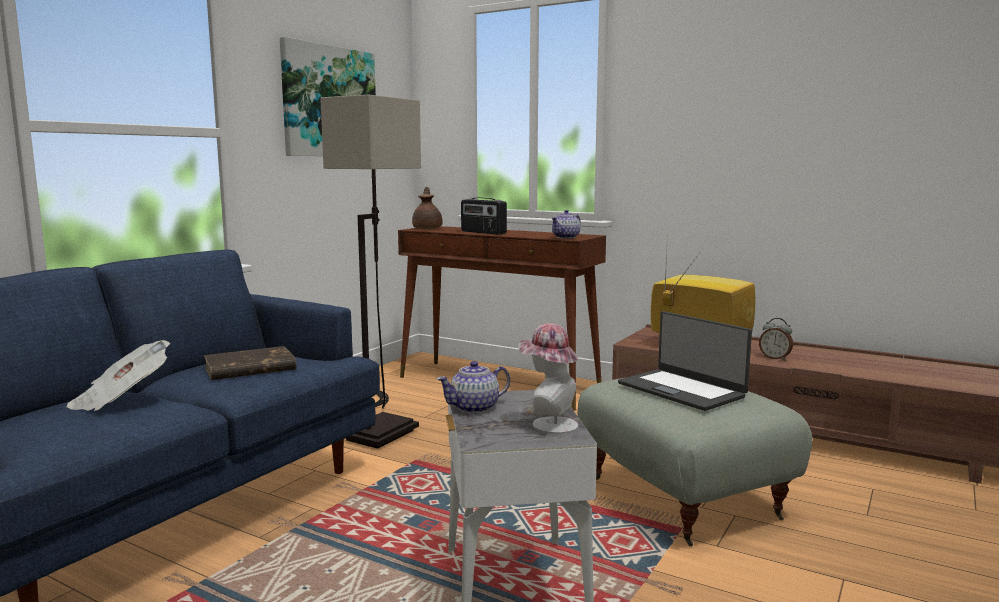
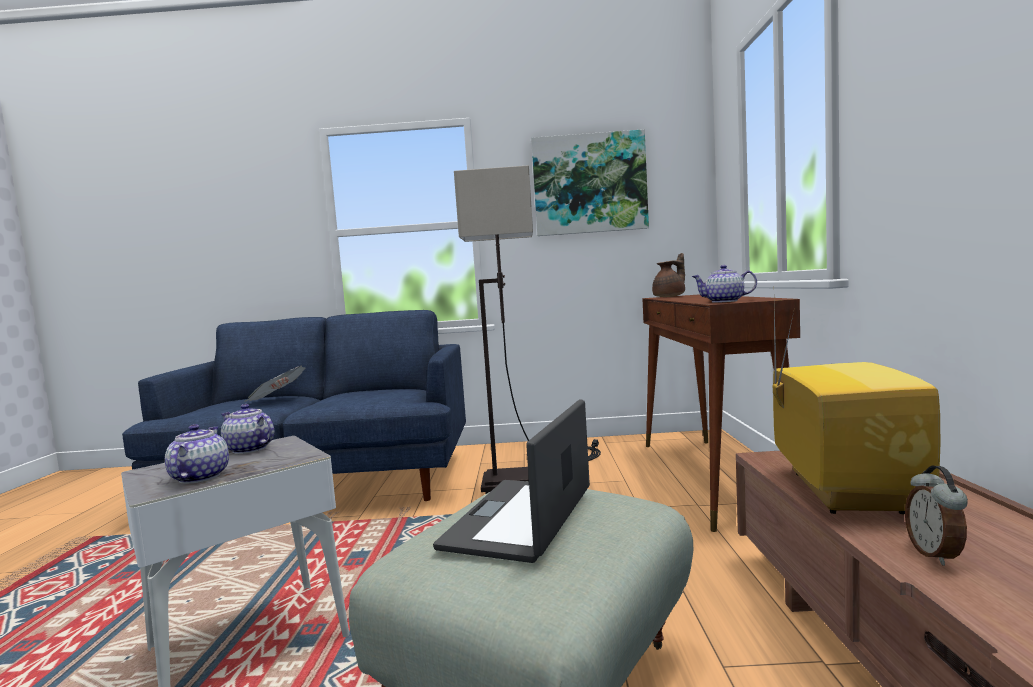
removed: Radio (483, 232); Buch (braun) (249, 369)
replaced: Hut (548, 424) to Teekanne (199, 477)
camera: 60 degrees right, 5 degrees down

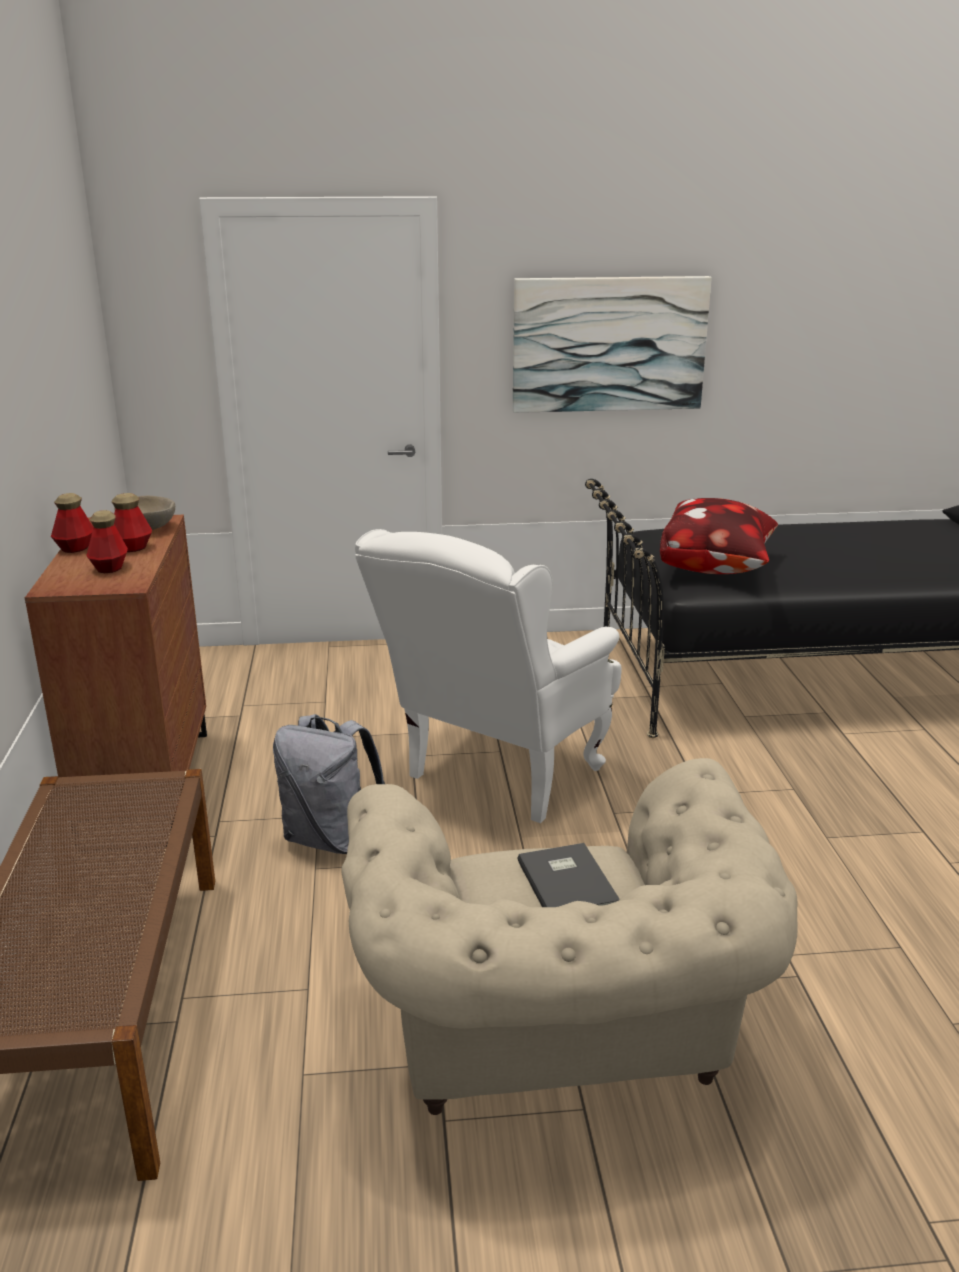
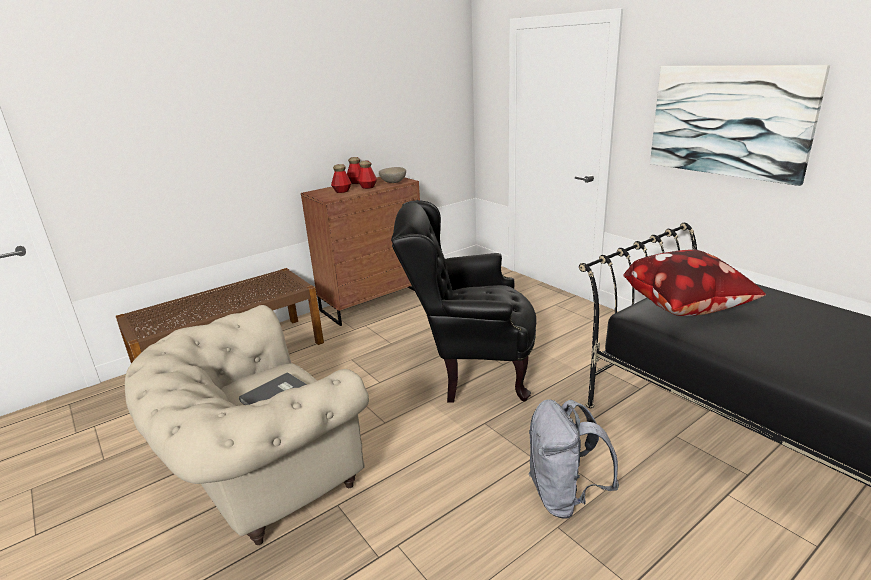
moved: Rucksack (grau) (330, 838) to (564, 496)
recoloured: Sessel (weiß) (493, 781) to Sessel (schwarz) (471, 373)
camera: 60 degrees right, 0 degrees up

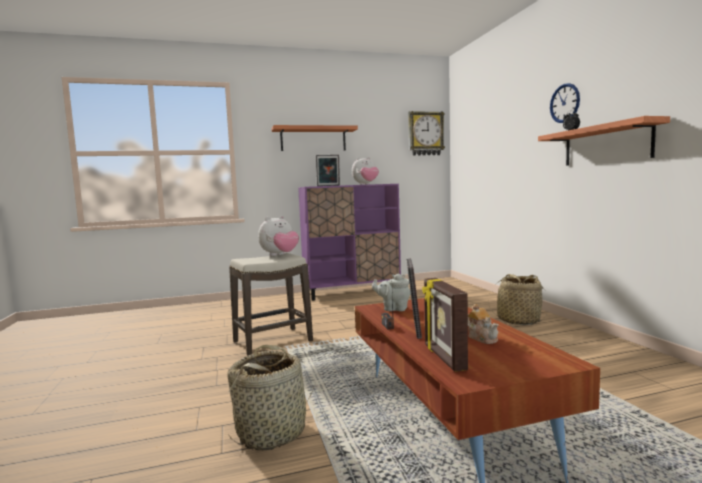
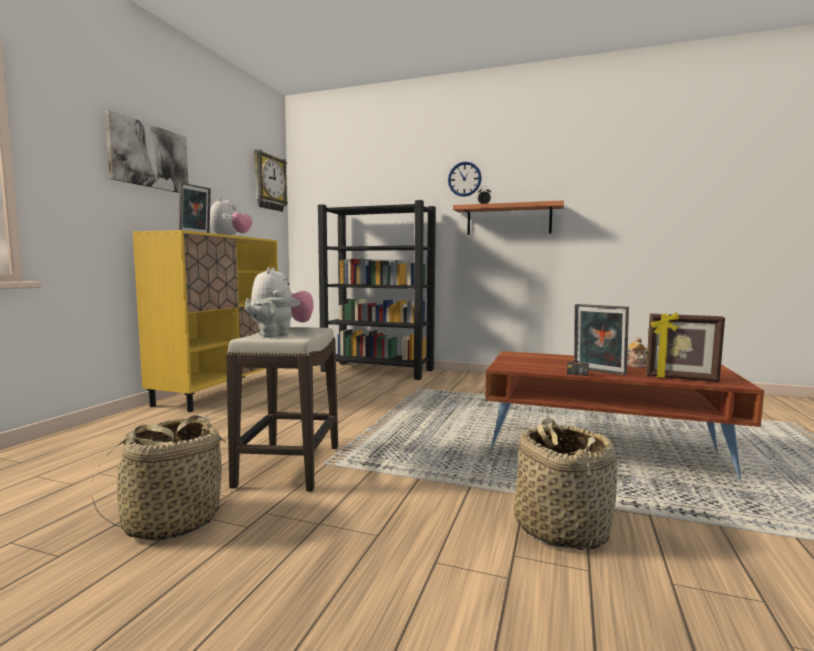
added: Bücherregal (schwarz) (378, 370)
moved: Teekanne (grau) (393, 309) to (271, 335); Korb (518, 320) to (172, 521)
replaced: Wandregal (313, 139) to Bild (148, 156)
recoloured: Schrank (lila) (352, 292) to Schrank (gelb) (220, 391)
camera: 55 degrees left, 0 degrees up

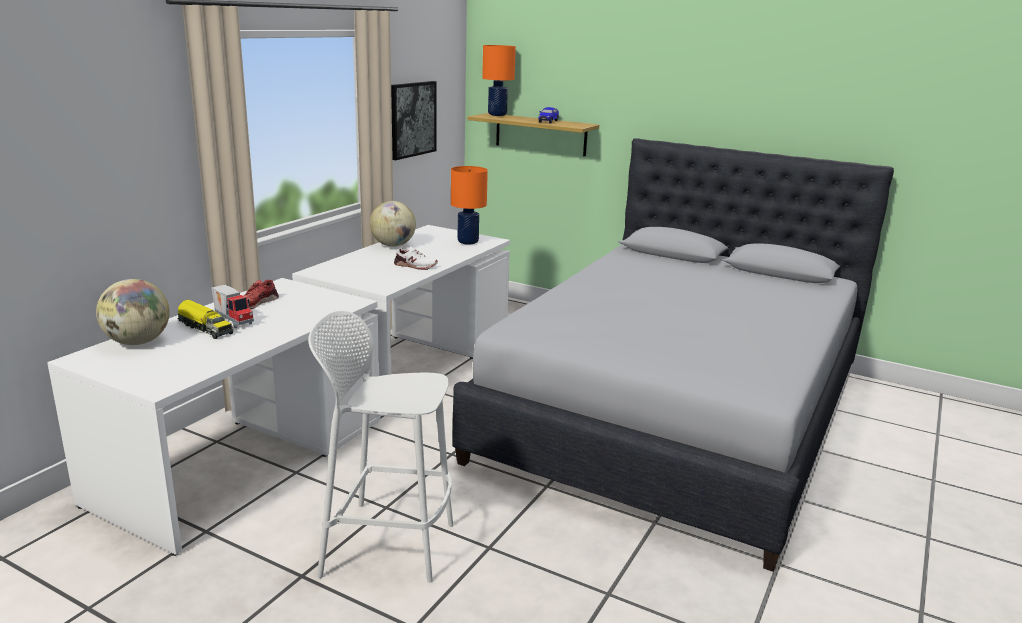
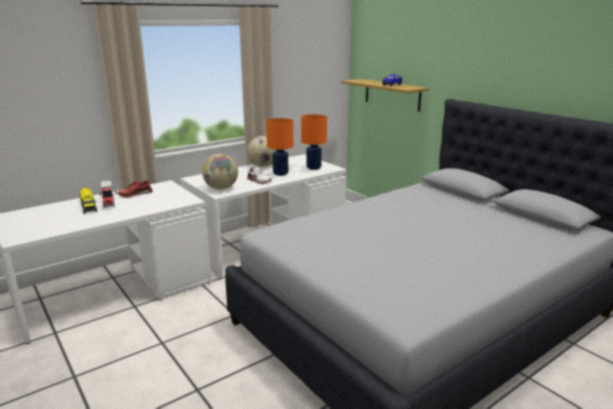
removed: Bild (412, 119); Hocker (weiß) (386, 544)
moved: Tischlampe (orange) (497, 115) to (281, 174); Globus (137, 342) to (221, 188)
camera: 25 degrees right, 0 degrees up

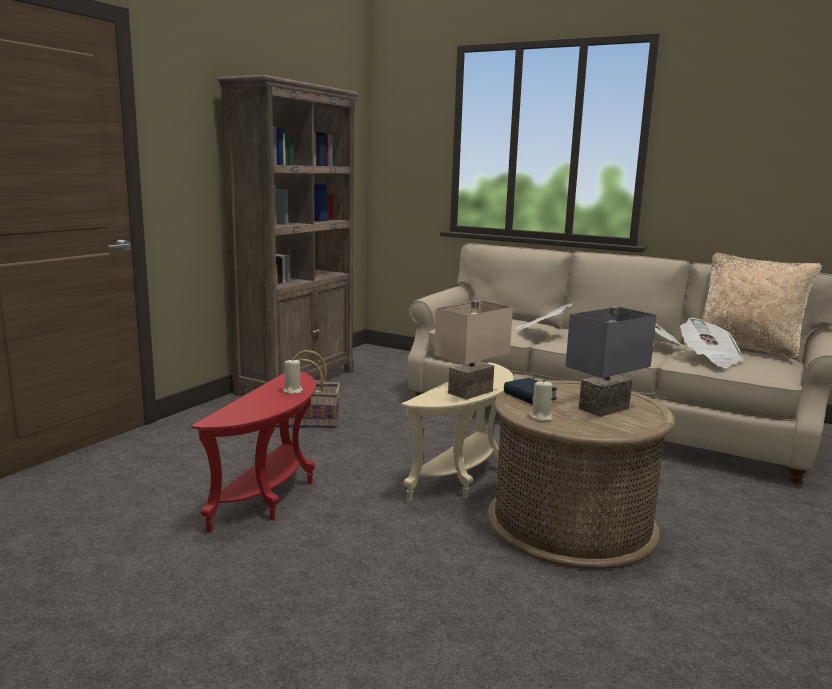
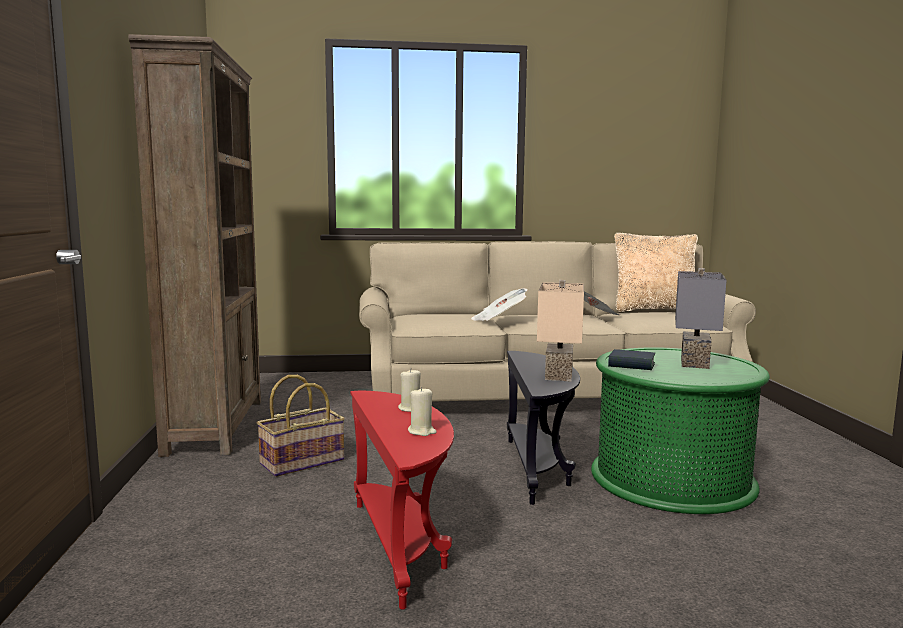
removed: Zeitung (709, 359)
moved: Kerze (beige) (541, 417) to (421, 431)
recoloured: Beistelltisch (beige) (465, 477) to Beistelltisch (schwarz) (538, 469); Couchtisch (braun) (571, 523) to Couchtisch (grün) (672, 478)
camera: 35 degrees left, 5 degrees down

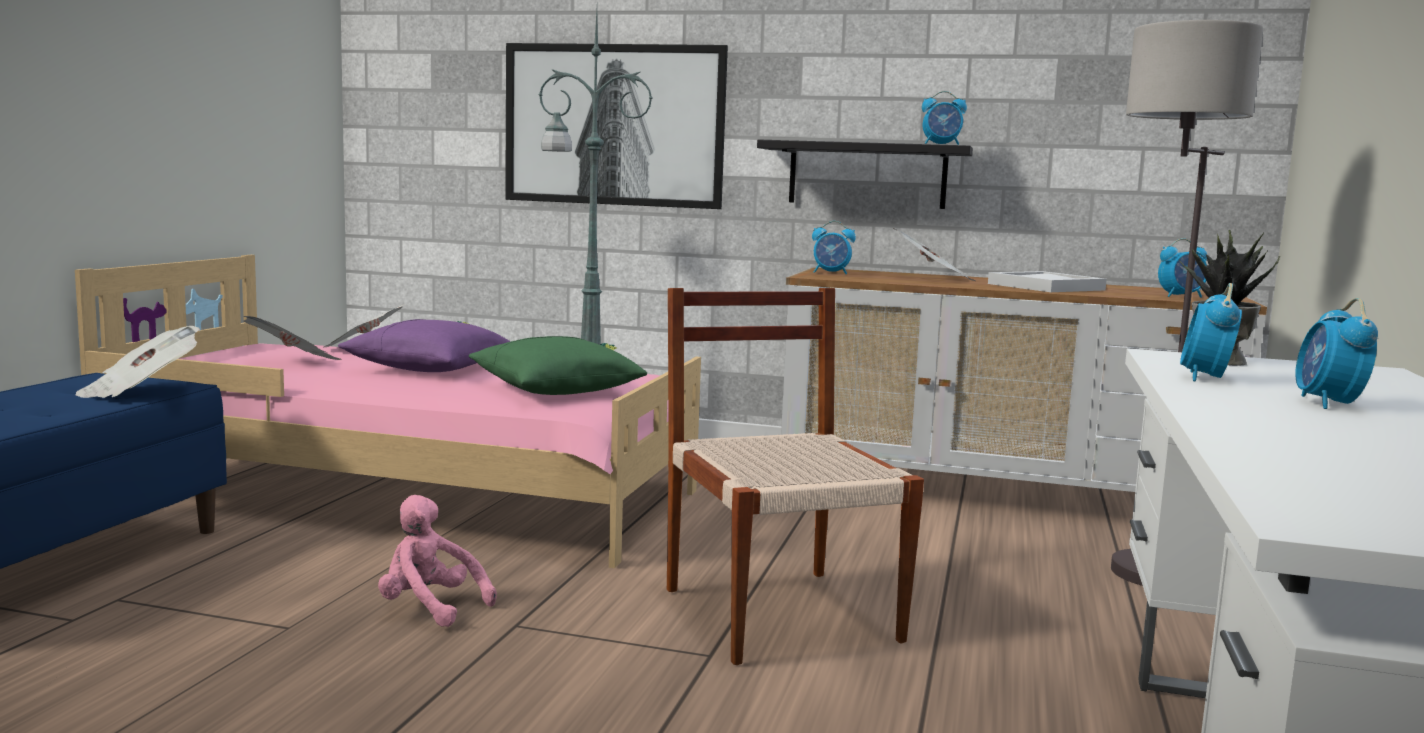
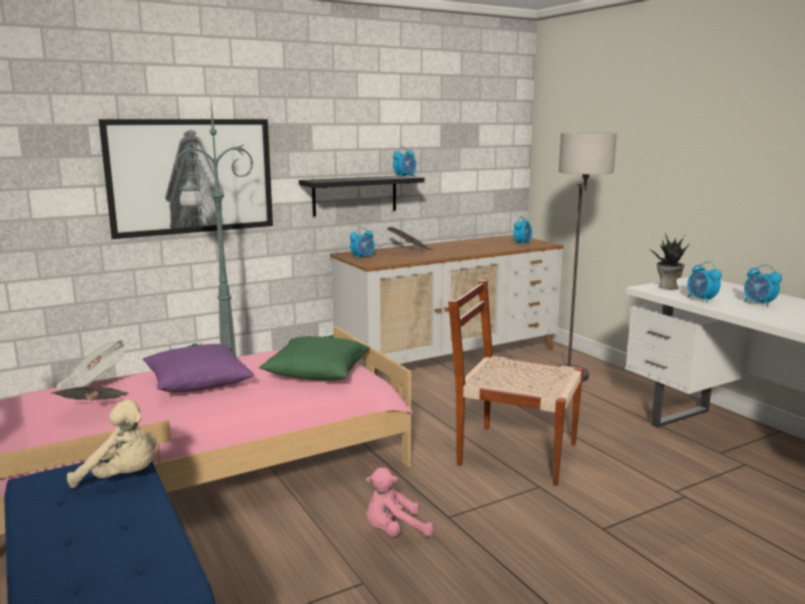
removed: Tablett (weiß) (1046, 287)
replaced: Zeitung (140, 392) to Plüschtier (beige) (122, 478)
camera: 45 degrees left, 5 degrees up

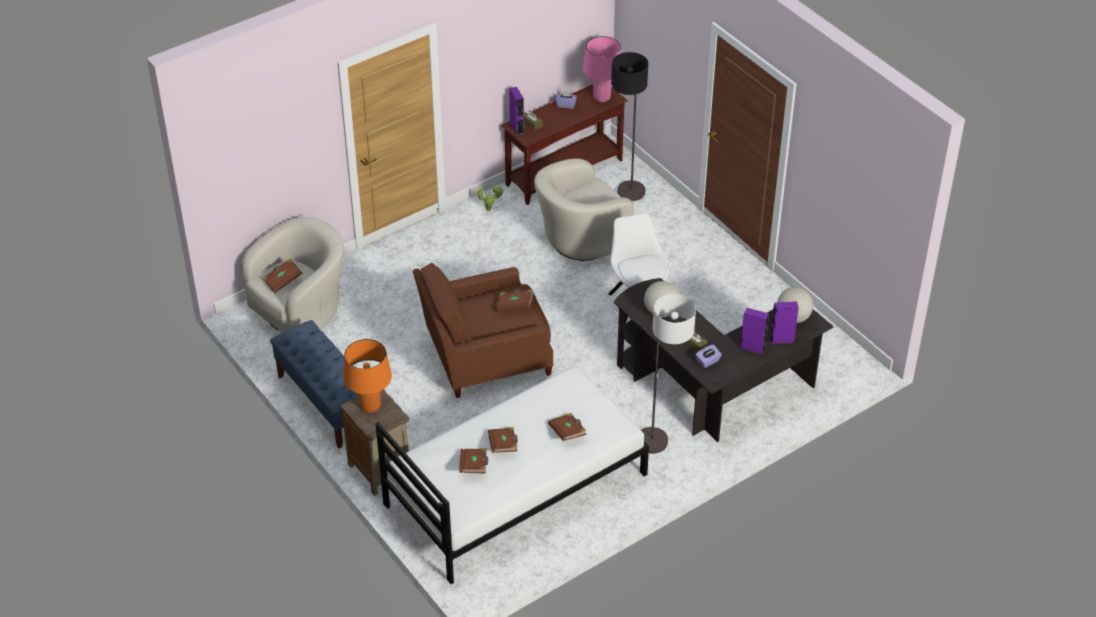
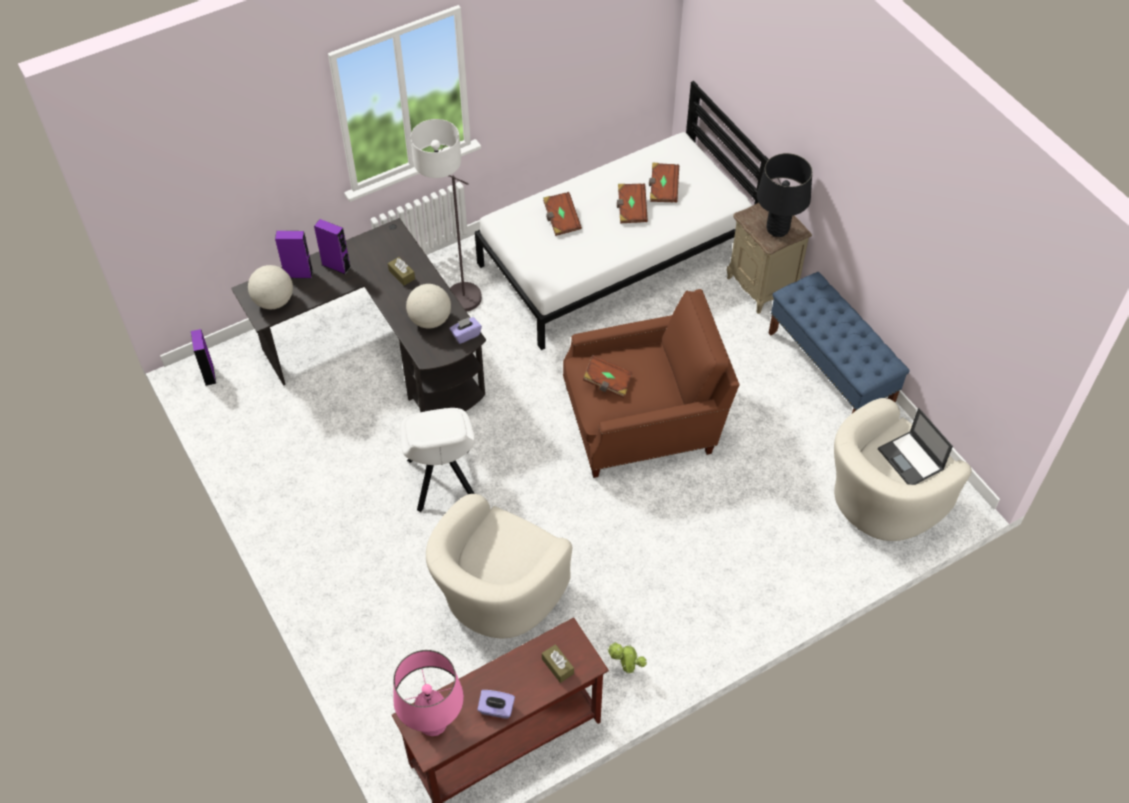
removed: Stehlampe (schwarz) (627, 196)
moved: Lautsprecher (lila) (516, 127) to (209, 374); Taschentuchbox (lila) (708, 361) to (466, 335)
replaced: Buch (braun) (282, 281) to Laptop (911, 460)
recoloured: Tischlampe (orange) (370, 406) to Tischlampe (schwarz) (777, 229)
turned: Sessel (beige) (581, 240) = (499, 597) 150 degrees clockwise
camera: 175 degrees left, 10 degrees up

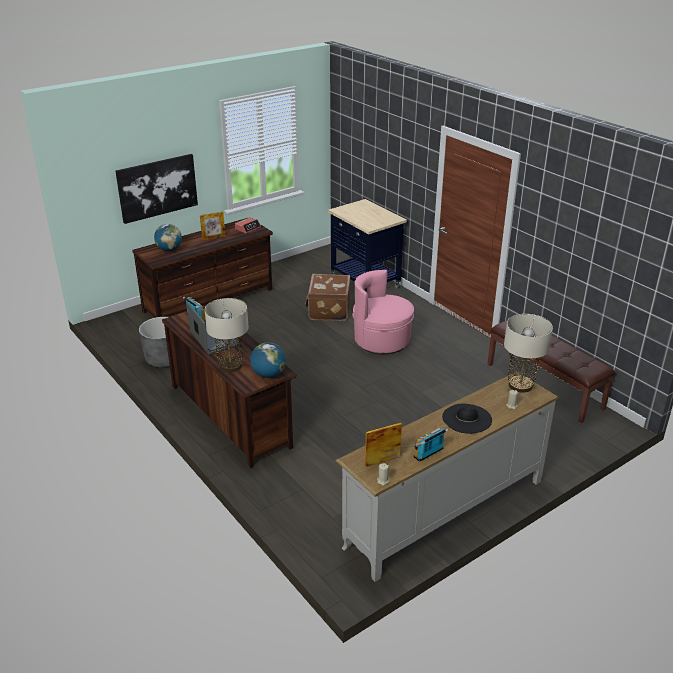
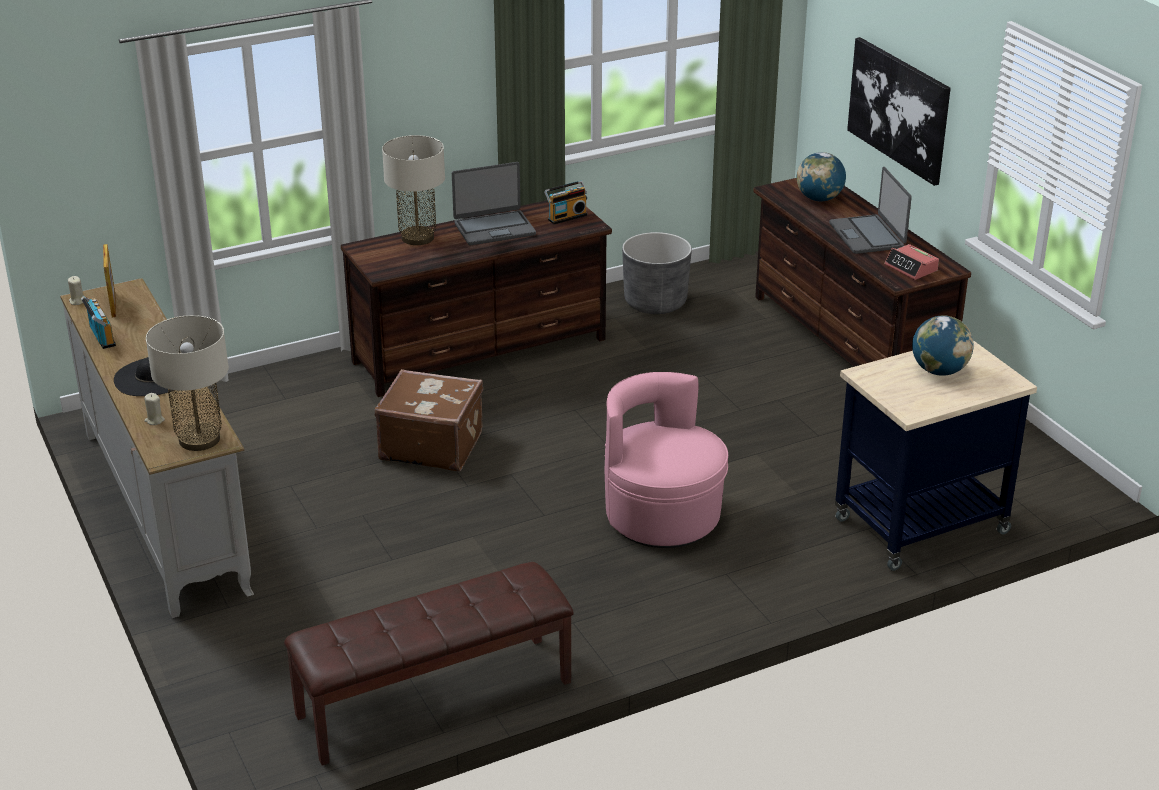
moved: Koffer (braun) (328, 310) to (431, 445); Globus (268, 374) to (939, 371)
replaced: Bilderrahmen (213, 238) to Laptop (867, 235)
turned: Sessel (rosa) (382, 340) = (663, 517) 75 degrees counterclockwise
camera: 100 degrees right, 0 degrees up

